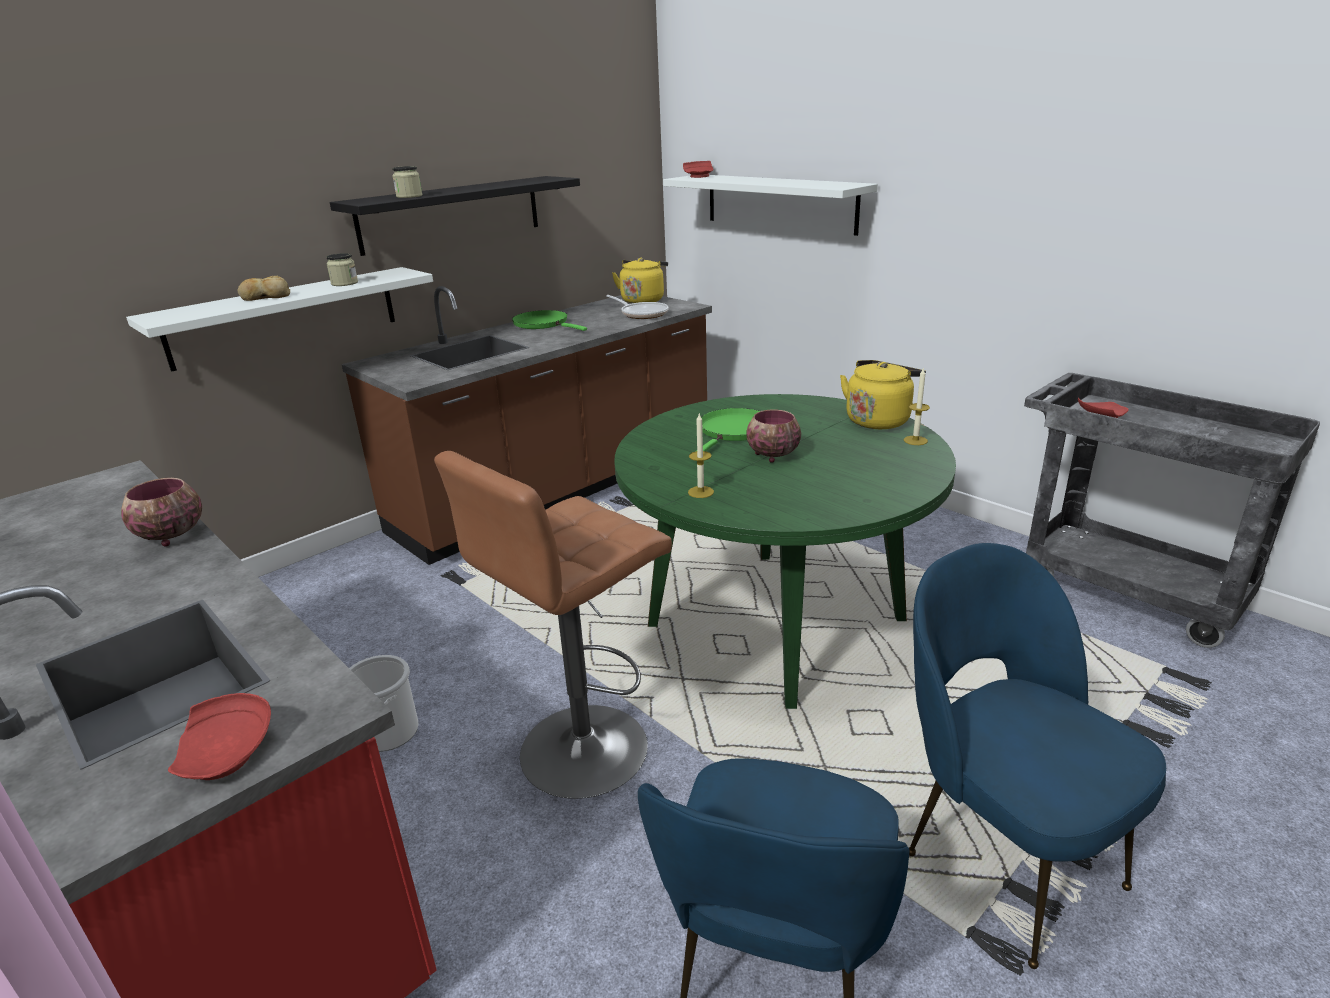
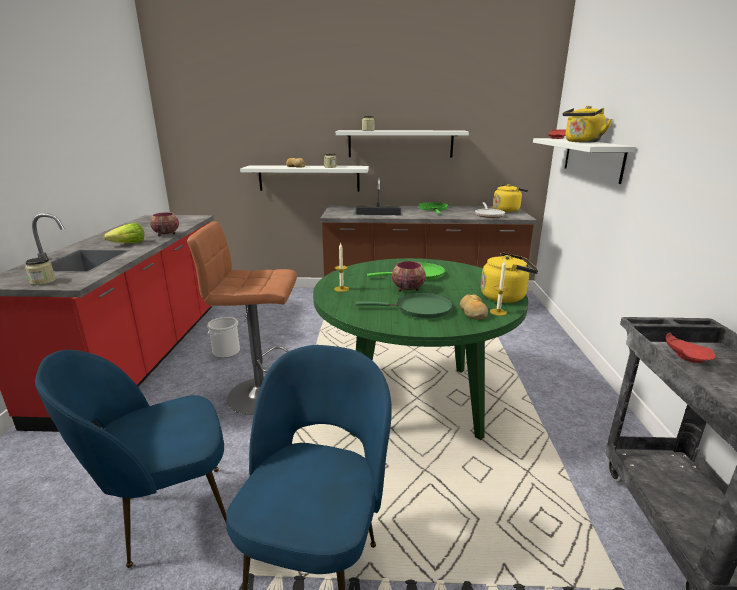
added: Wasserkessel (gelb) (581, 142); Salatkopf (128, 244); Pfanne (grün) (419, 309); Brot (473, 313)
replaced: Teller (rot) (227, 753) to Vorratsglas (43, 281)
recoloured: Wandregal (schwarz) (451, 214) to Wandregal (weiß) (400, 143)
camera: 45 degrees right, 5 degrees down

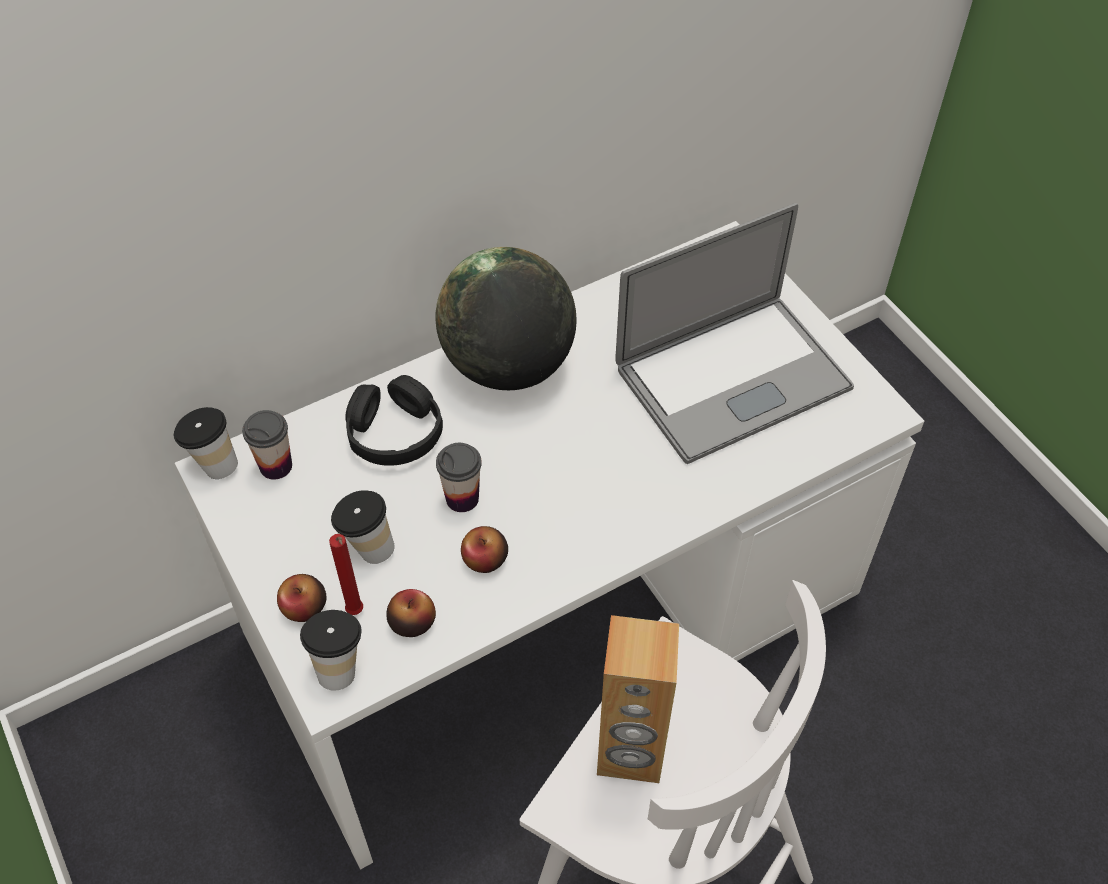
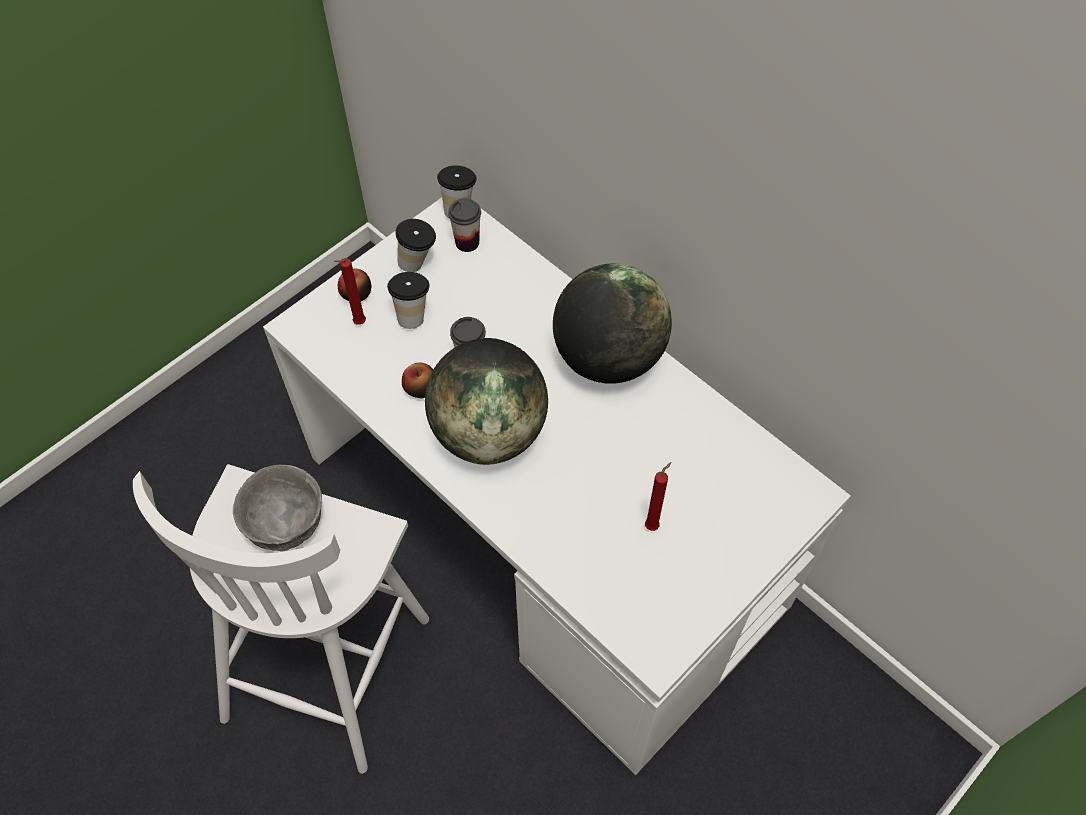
removed: Kopfhörer (schwarz) (394, 432); Apfel (412, 622)
added: Globus (488, 432)
moved: Tasse (339, 666) to (418, 263)
replaced: Laptop (732, 378) to Kerze (rot) (653, 525); Lautsprecher (braun) (630, 753) to Schüssel (grau) (287, 522)
camera: 75 degrees right, 5 degrees up

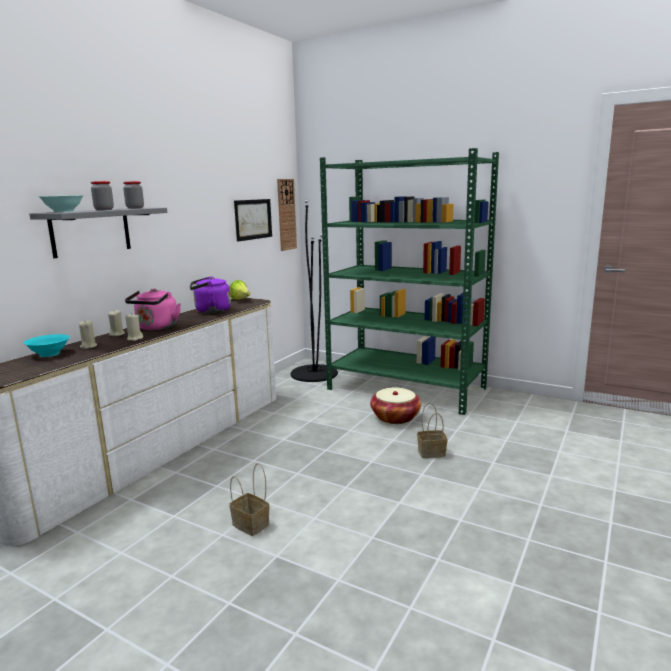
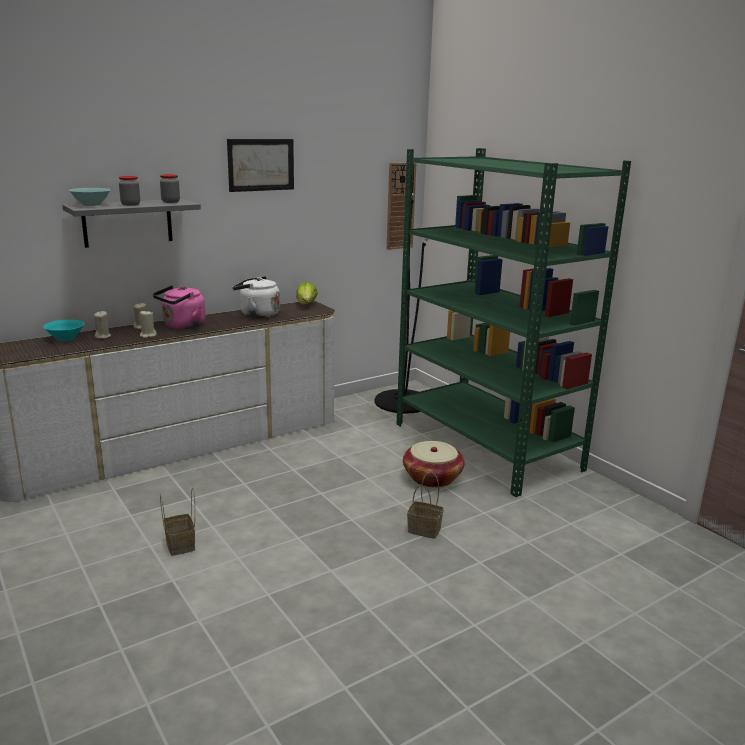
moved: Bild (253, 219) to (261, 165)
recoloured: Wasserkessel (lila) (210, 311) to Wasserkessel (weiß) (257, 314)
camera: 25 degrees right, 5 degrees up

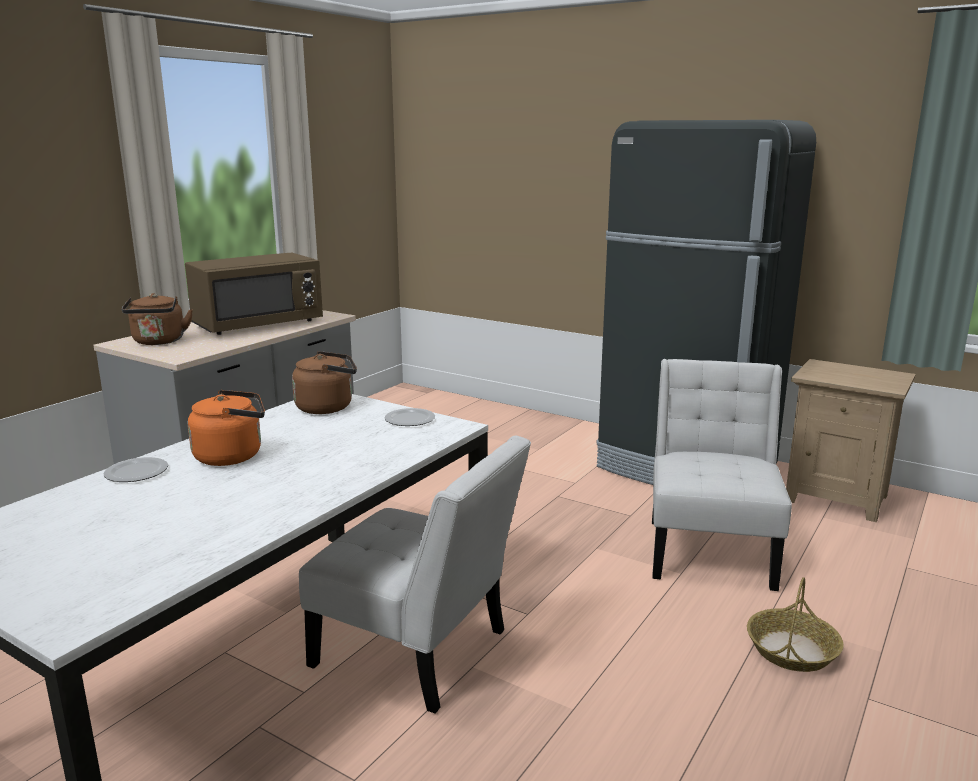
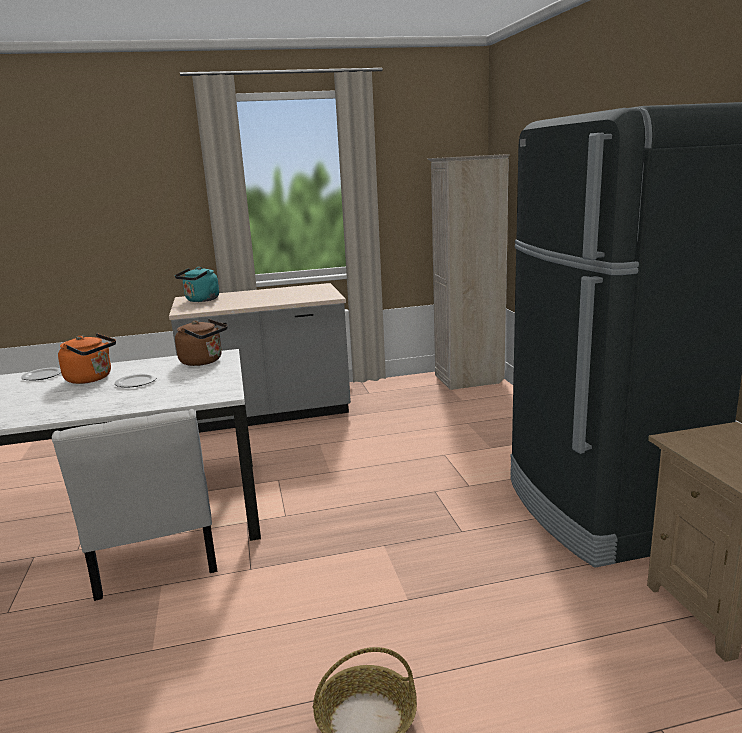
removed: Mikrowelle (braun) (258, 325); Stuhl (weiß) (710, 549)
added: Schrank (beige) (468, 379)
moved: Teller (409, 420) to (135, 382)
recoloured: Wasserkessel (braun) (159, 342) to Wasserkessel (türkis) (201, 300)
camera: 45 degrees right, 0 degrees up

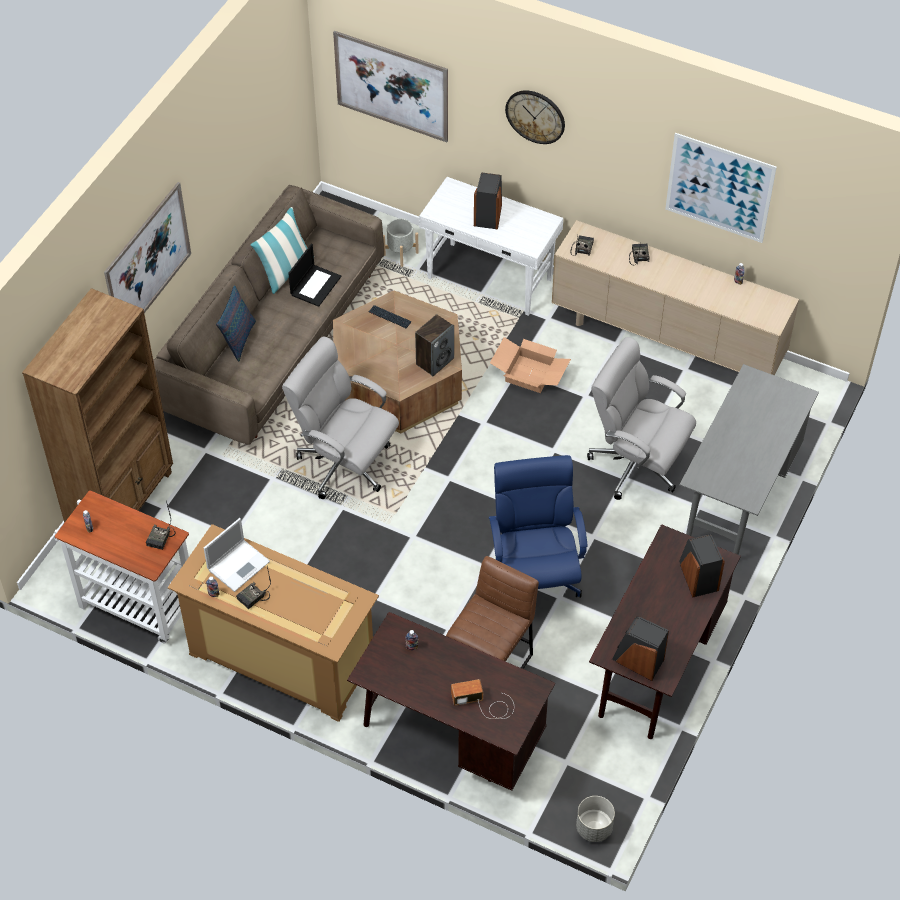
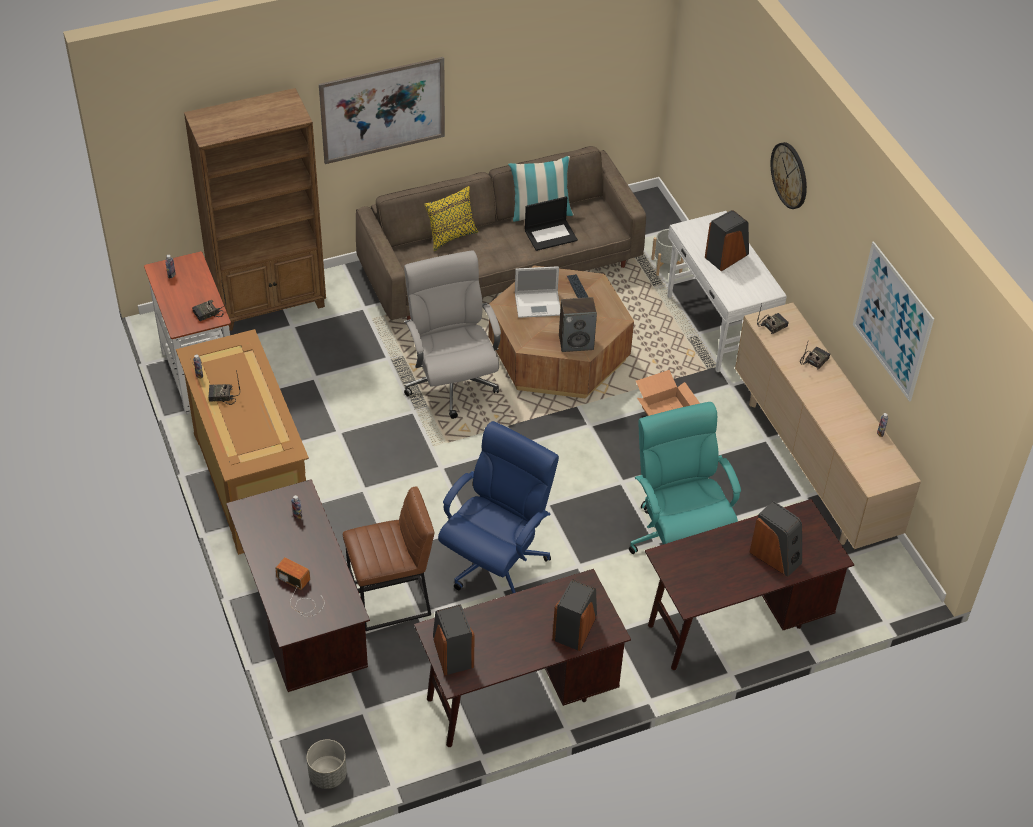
removed: Bild (391, 86)
added: Lautsprecher (776, 556)
moved: Laptop (239, 565) to (539, 304)
recoloured: Kissen (blau) (239, 340) to Kissen (gelb) (452, 237); Bürostuhl (grau) (636, 464) to Bürostuhl (türkis) (677, 538); Schreibtisch (grau) (738, 497) to Schreibtisch (braun) (736, 623)
camera: 40 degrees right, 5 degrees down

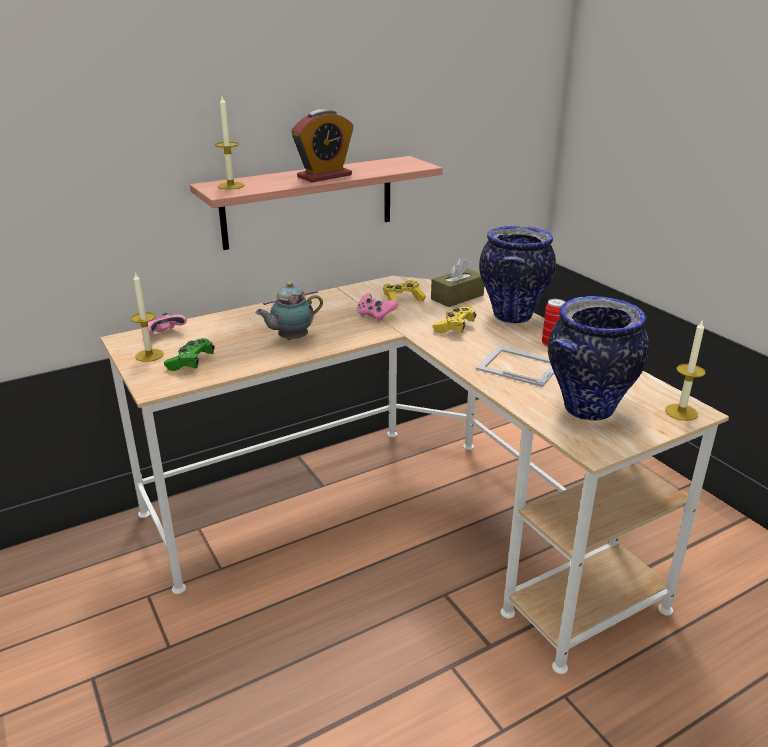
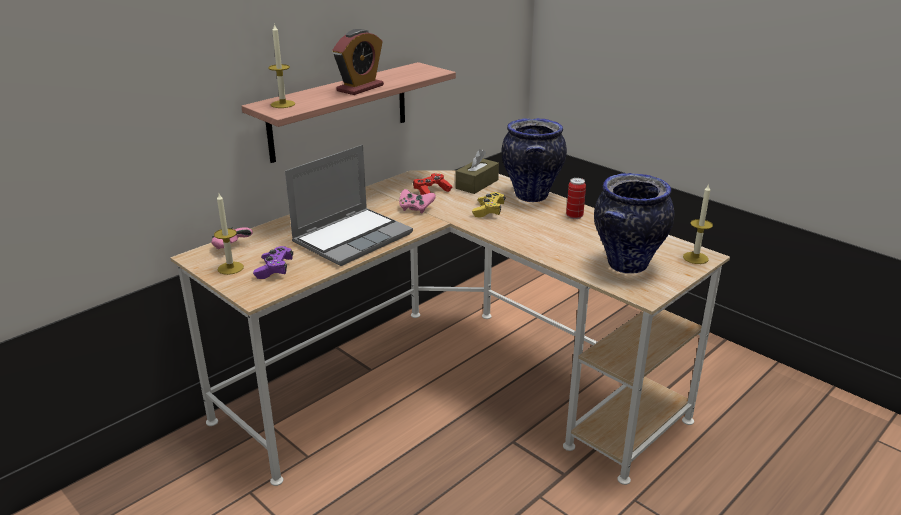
removed: Bilderrahmen (518, 365)
replaced: Teekanne (291, 339) to Laptop (353, 237)
recoloured: Gamepad (gelb) (403, 300) to Gamepad (rot) (431, 191); Gamepad (grün) (191, 362) to Gamepad (lila) (274, 269)
camera: 15 degrees left, 0 degrees up

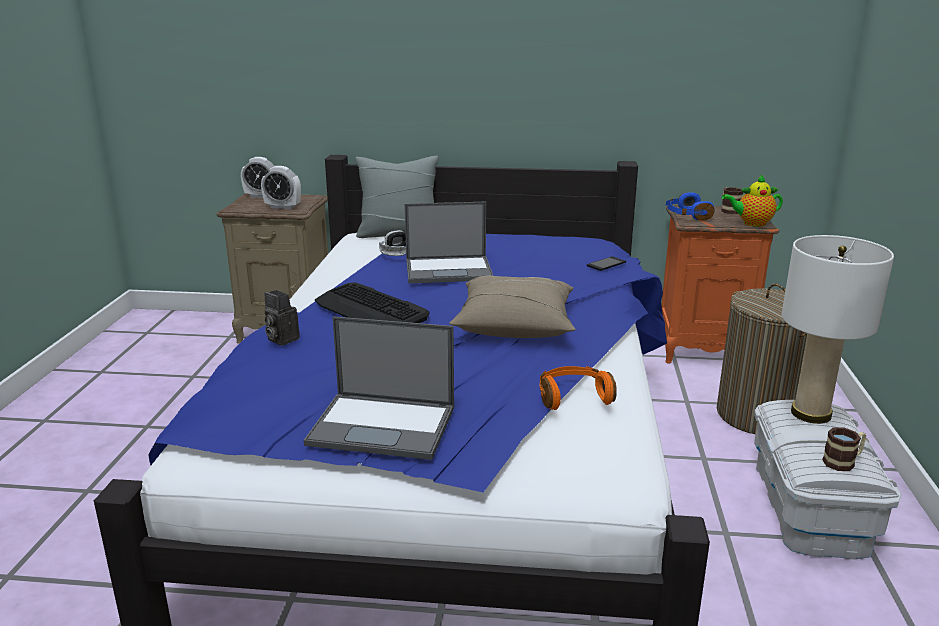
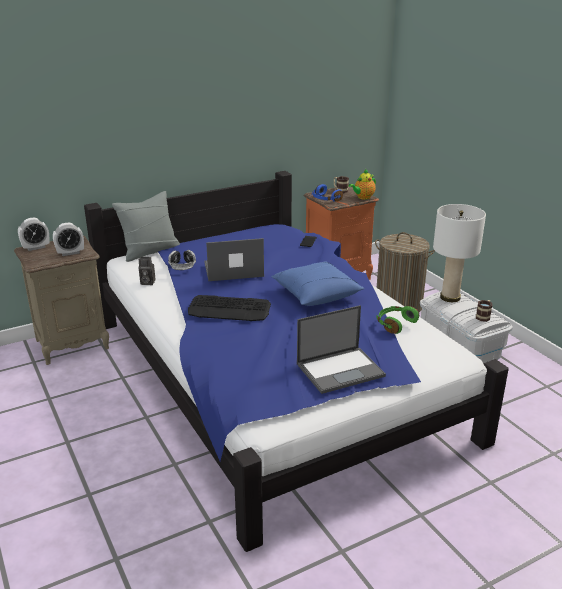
moved: Kamera (281, 339) to (146, 282)
recoloured: Kissen (beige) (515, 325) to Kissen (blau) (316, 294); Kopfhörer (orange) (573, 397) to Kopfhörer (grün) (395, 324)
turned: Laptop (449, 270) = (232, 270) 150 degrees counterclockwise
camera: 35 degrees left, 5 degrees up

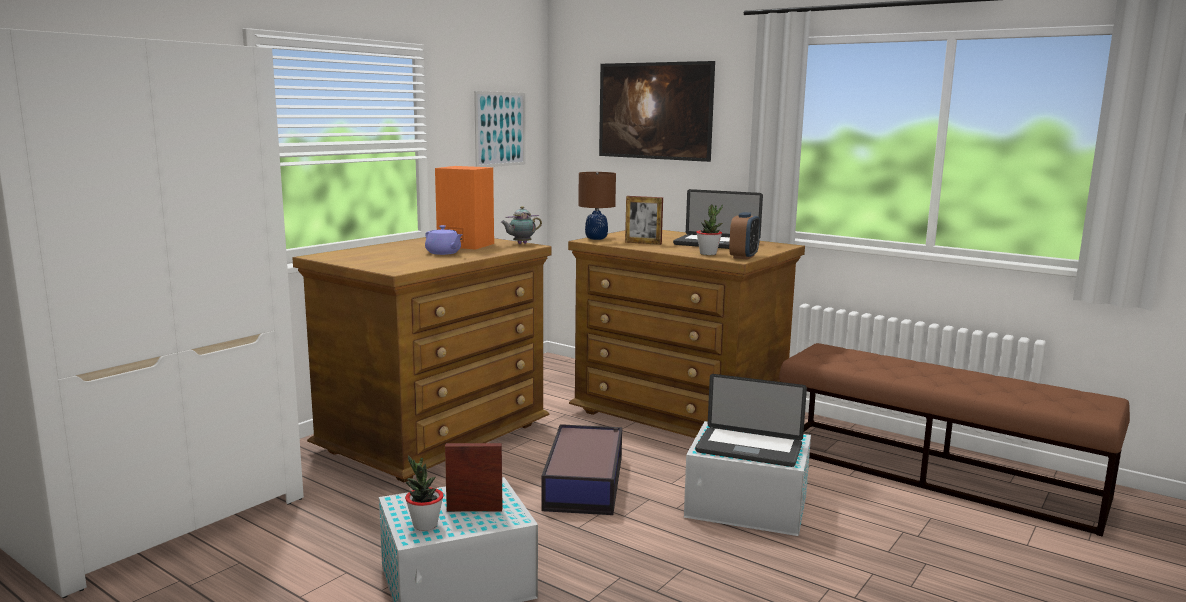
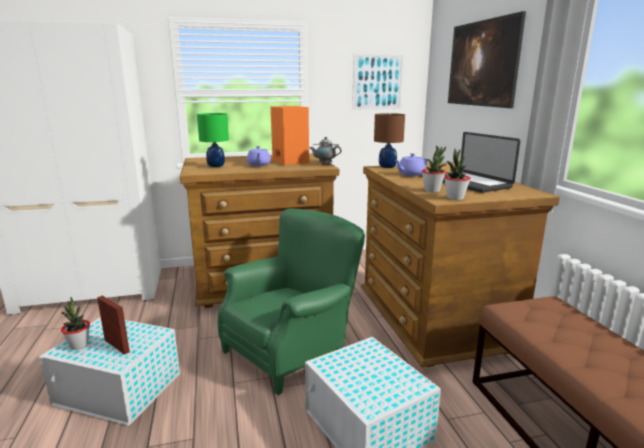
removed: Laptop (749, 448)
added: Tischlampe (grün) (216, 166)
replaced: Bilderrahmen (643, 243) to Teekanne (lila) (410, 174); Wecker (743, 257) to Topfpflanze (455, 198); Aufbewahrungsbox (585, 482) to Sessel (grün) (291, 349)
camera: 40 degrees right, 5 degrees up

